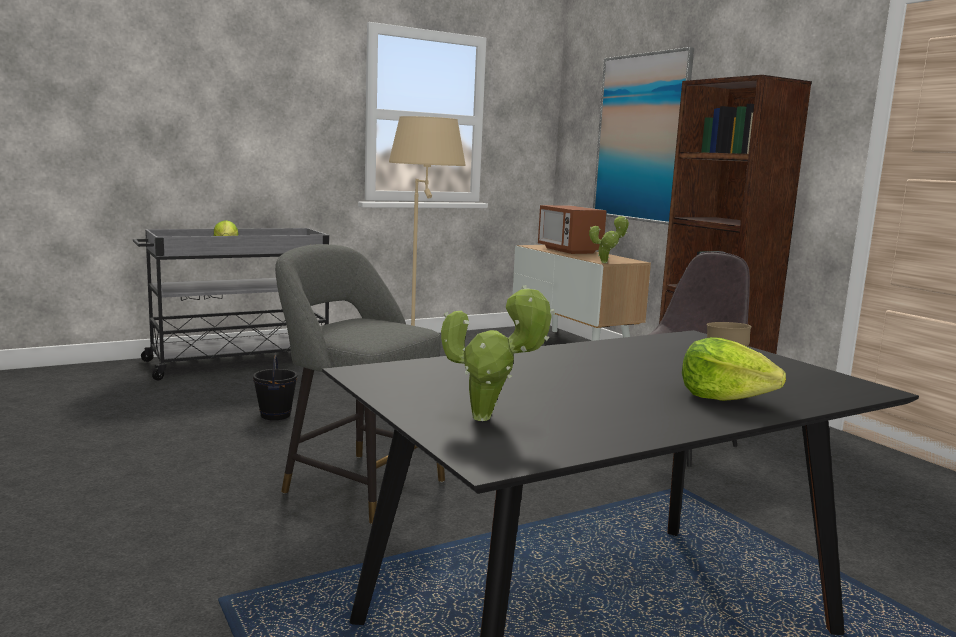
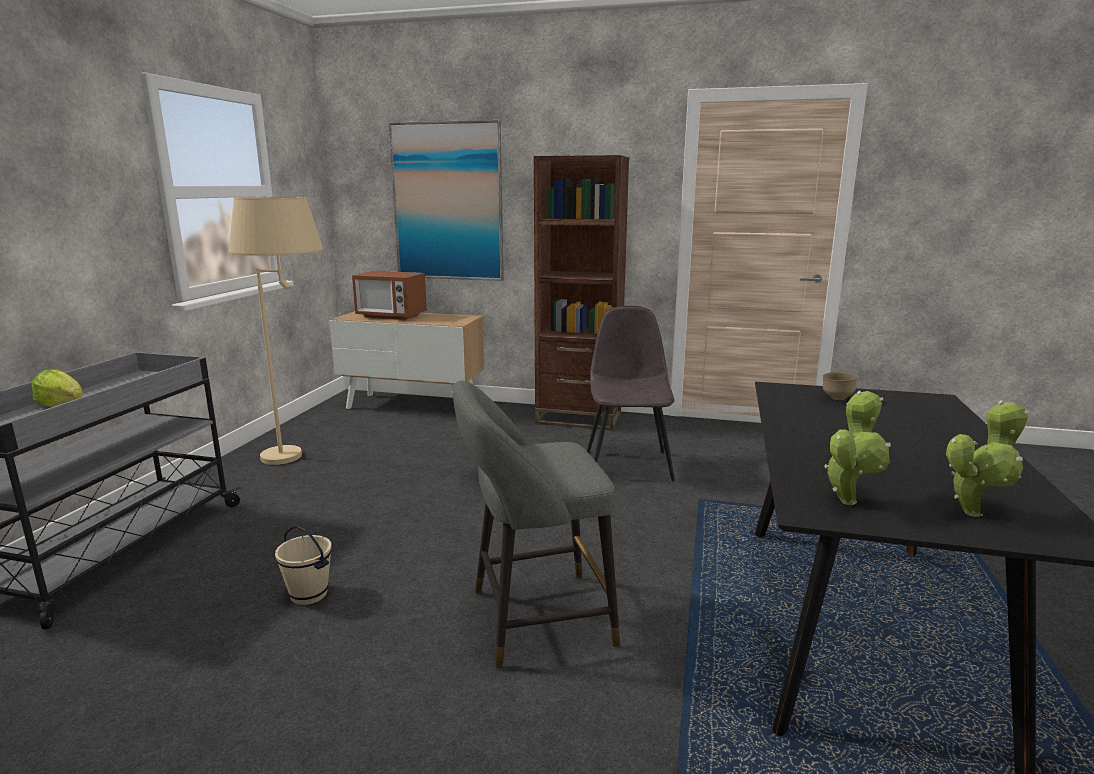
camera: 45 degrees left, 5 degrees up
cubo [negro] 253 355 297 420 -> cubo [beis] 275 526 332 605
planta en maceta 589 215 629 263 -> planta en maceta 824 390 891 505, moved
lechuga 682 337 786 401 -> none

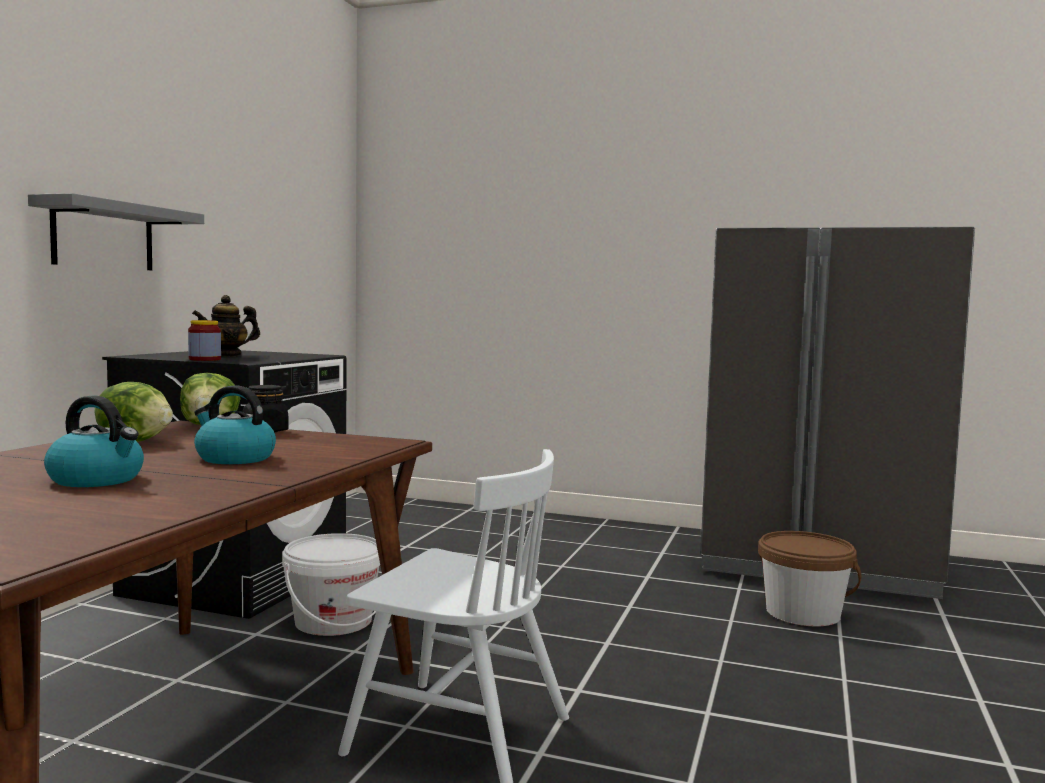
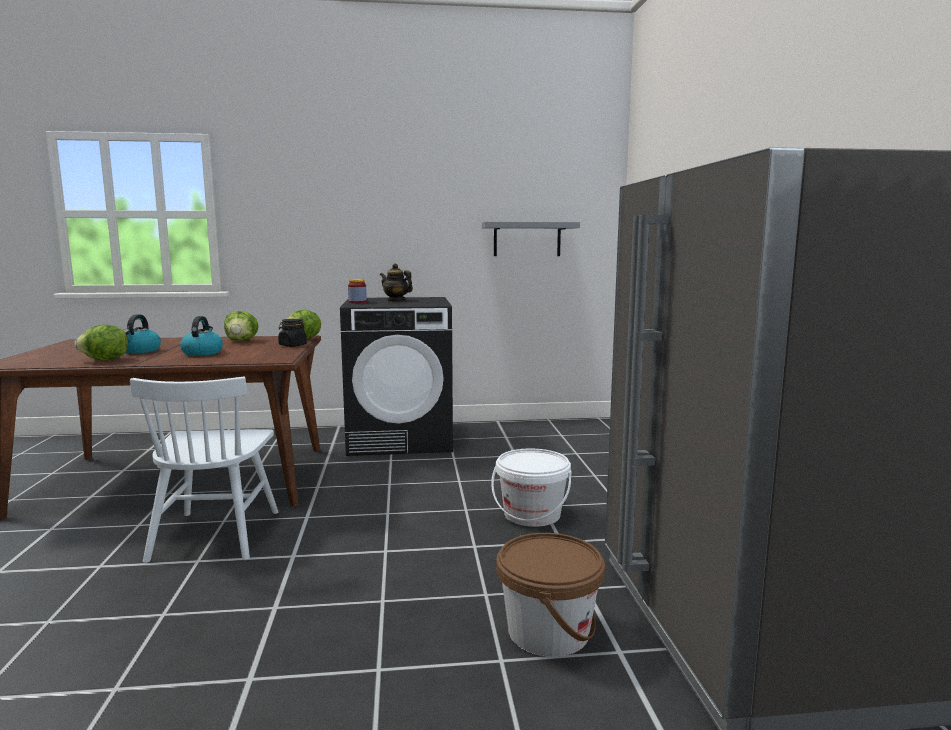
camera: 65 degrees right, 5 degrees up
none -> lechuga 75 325 128 361
estante [gris] 28 193 204 270 -> estante [gris] 482 222 580 256, moved
cubo [blanco] 282 533 380 636 -> cubo [blanco] 491 449 571 527, moved

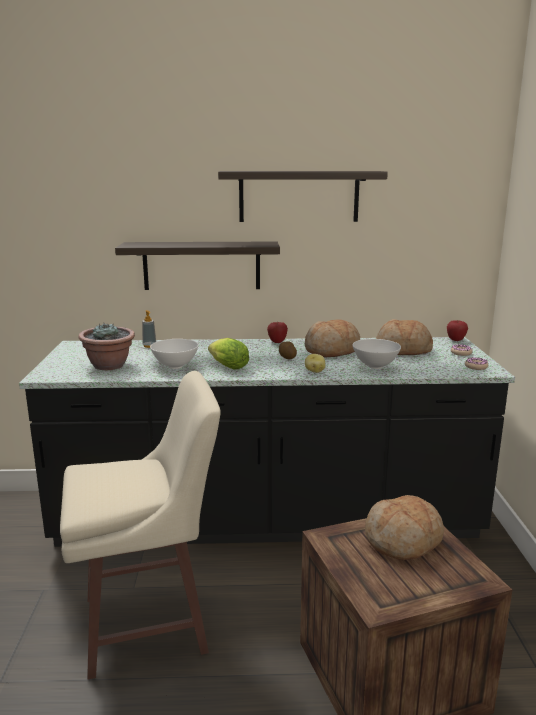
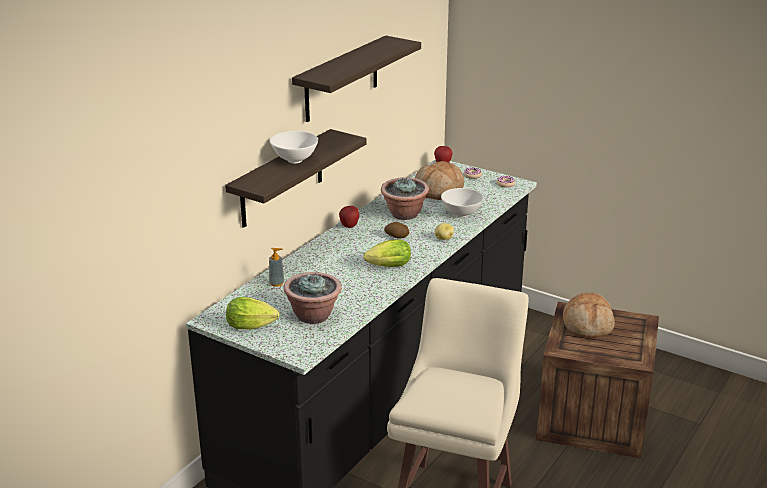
camera: 55 degrees left, 10 degrees up
none -> lechuga 226 297 279 329
cuenco [blanco] 150 339 199 369 -> cuenco [blanco] 270 131 318 164, moved
pan 305 319 360 358 -> planta en maceta 381 177 429 220

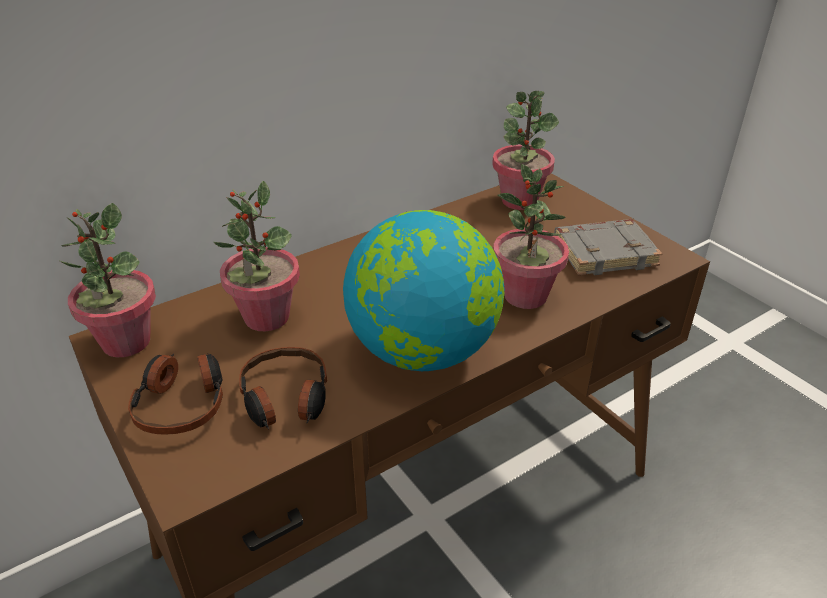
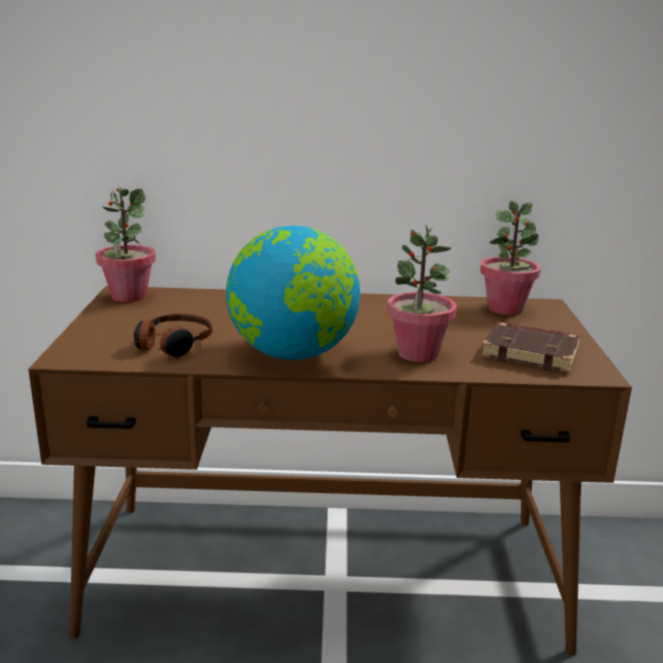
camera: 35 degrees right, 15 degrees down
libro [gris] 554 219 662 275 -> libro [marrón] 481 321 580 373
auriculares 128 353 223 435 -> none
planta en maceta 214 181 300 331 -> none

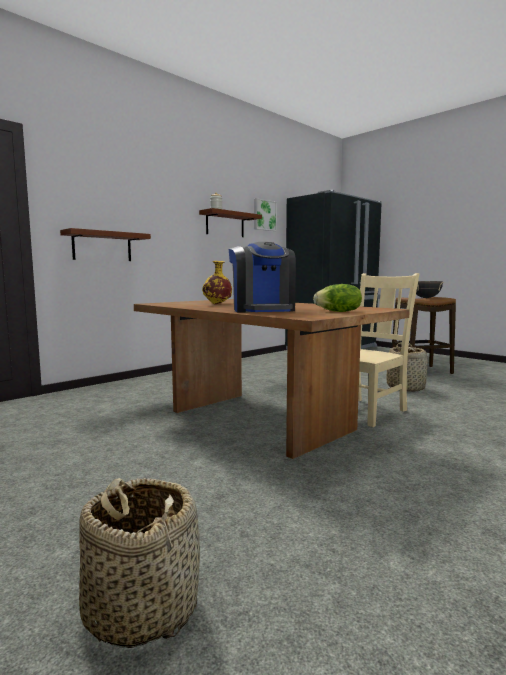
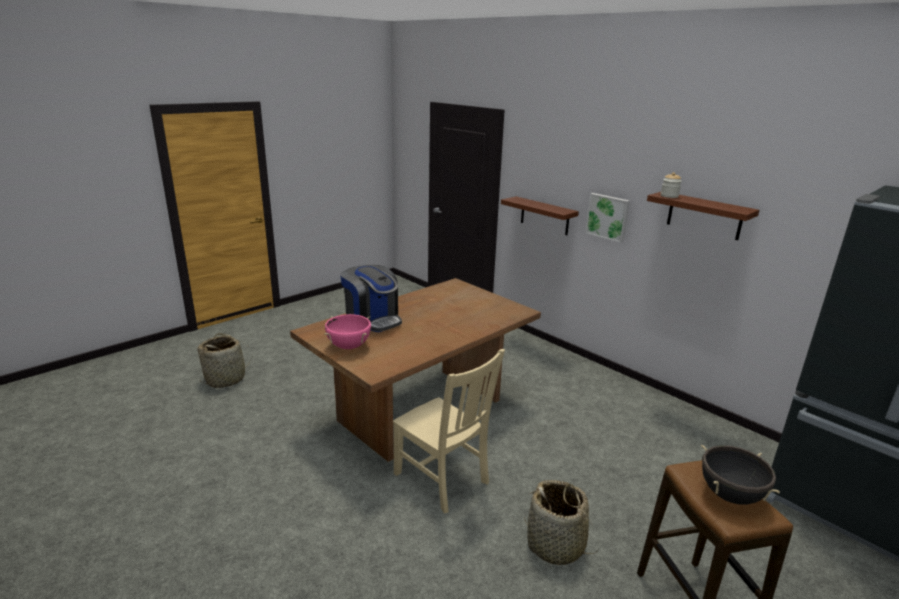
camera: 90 degrees right, 15 degrees up
lechuga 313 284 362 312 -> olla [rosa] 324 314 371 349
cafetera 229 242 296 313 -> cafetera 340 265 402 332, 120 degrees counterclockwise
cuadro 254 198 277 231 -> cuadro 585 193 630 243, moved
florero [amarillo] 202 261 232 304 -> none

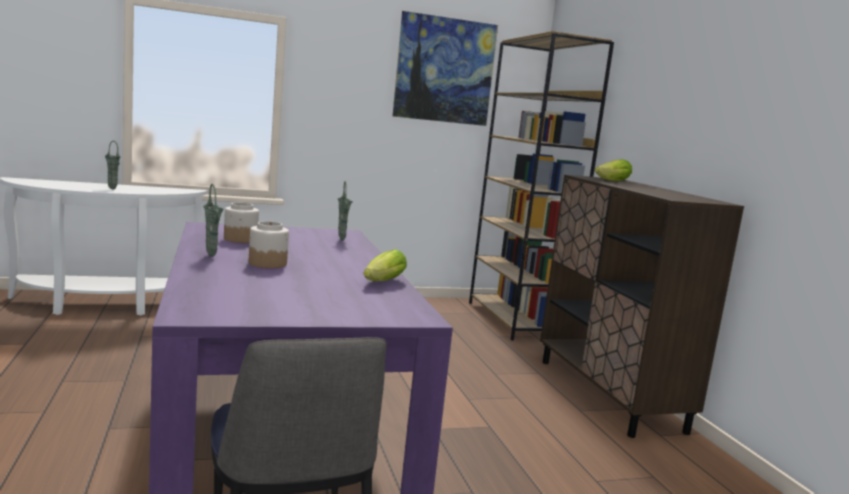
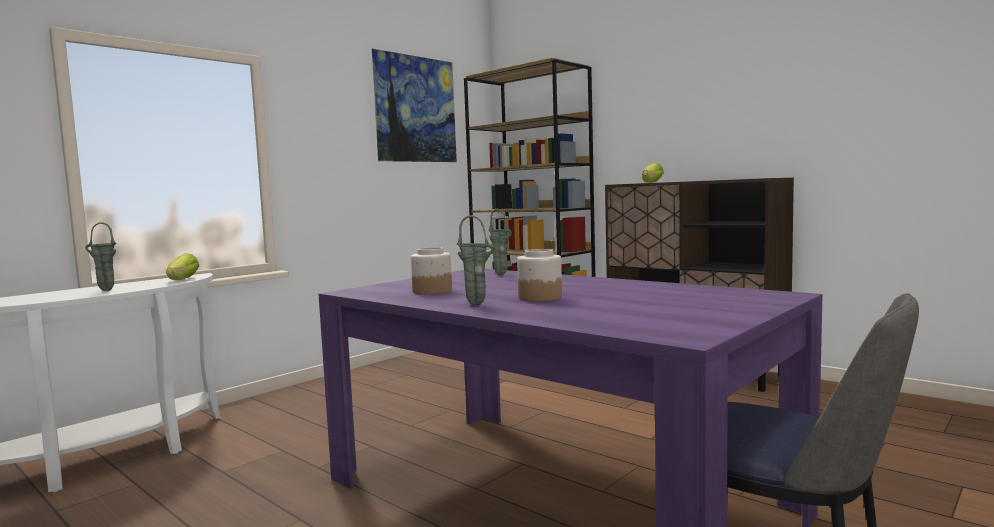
camera: 30 degrees left, 5 degrees down
lechuga 363 249 407 281 -> lechuga 166 253 199 280, moved

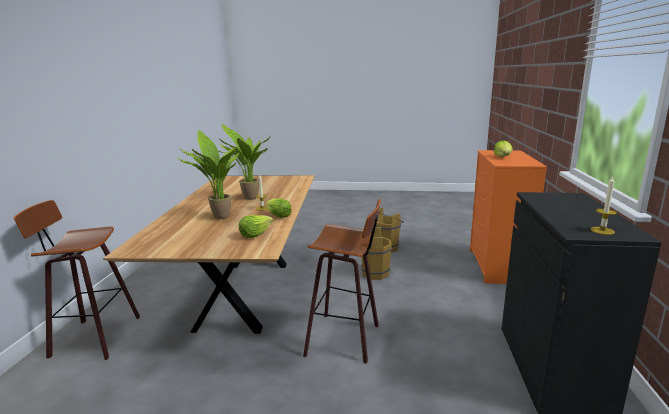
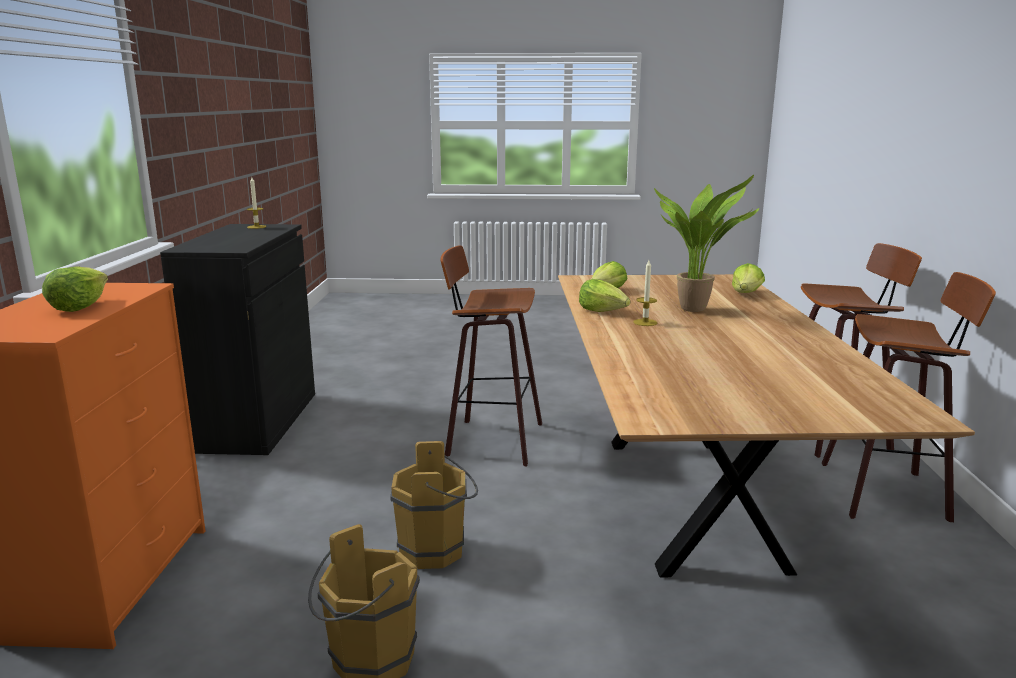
camera: 175 degrees right, 0 degrees up
none -> lechuga 732 263 765 293
none -> taburete 822 272 996 522
planta en maceta 218 124 271 200 -> none

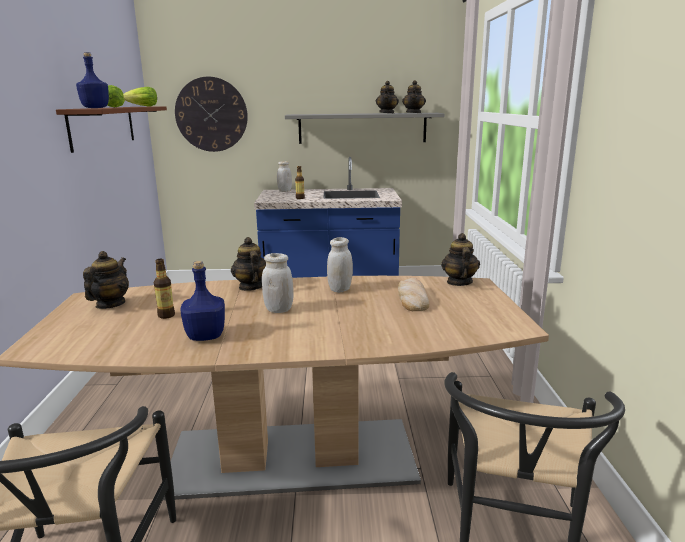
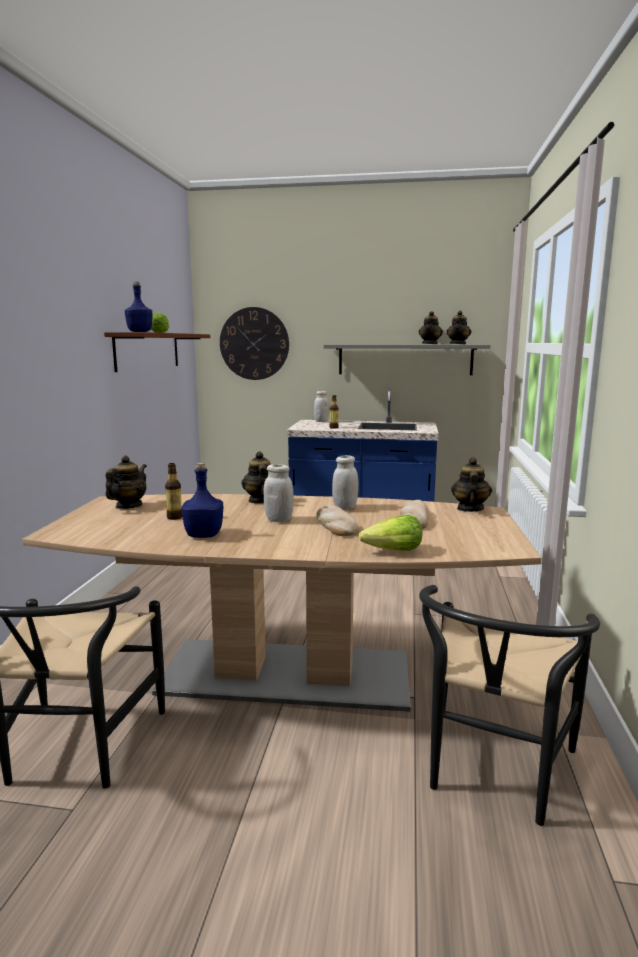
camera: 10 degrees right, 5 degrees down
none -> pan 316 505 359 536
lechuga 123 87 157 106 -> lechuga 359 515 423 551, moved

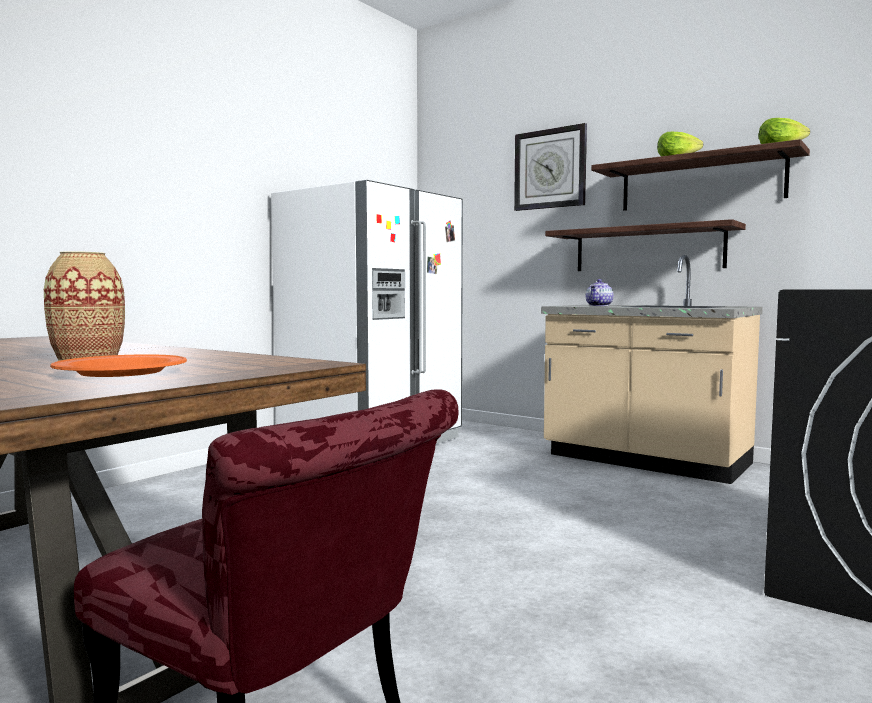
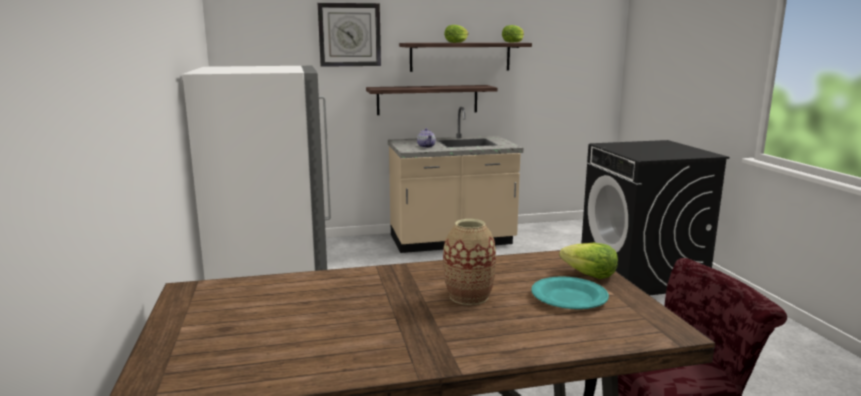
camera: 50 degrees left, 10 degrees up
plato [naranja] 50 354 187 377 -> plato [turquesa] 531 276 609 309
none -> lechuga 559 243 618 279

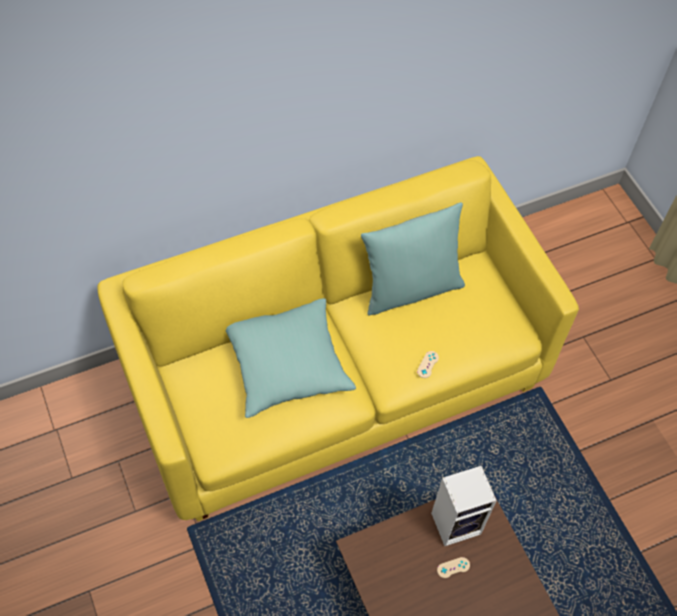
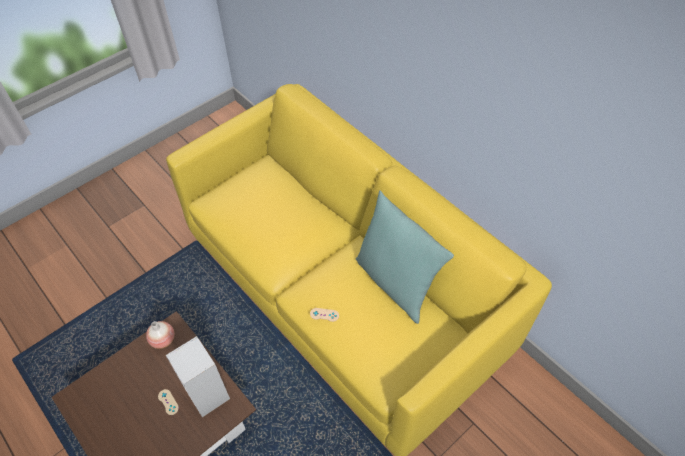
camera: 75 degrees right, 5 degrees down
none -> florero 146 321 175 349
cojín [turquesa] 225 298 356 418 -> none

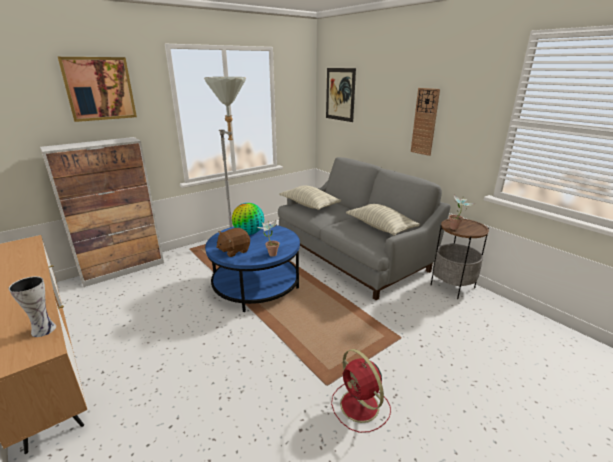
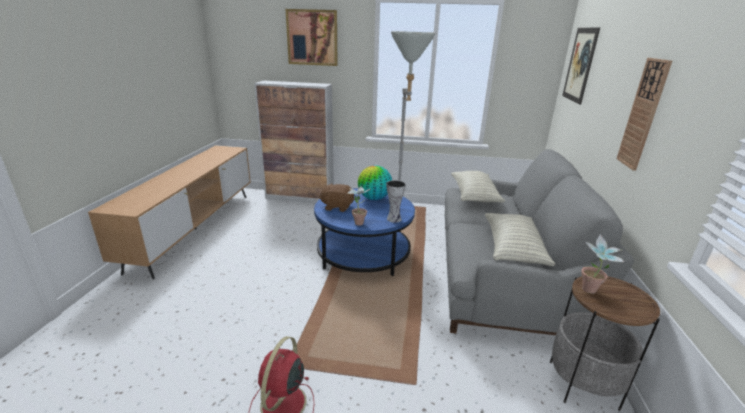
camera: 45 degrees right, 0 degrees up
florero 9 276 56 337 -> florero 387 180 406 223, moved

